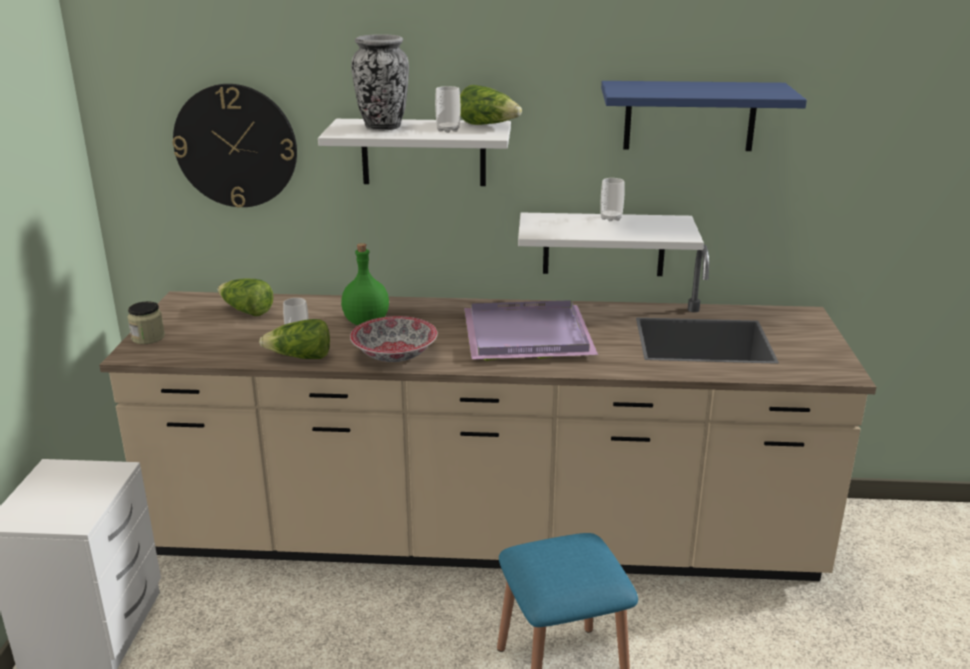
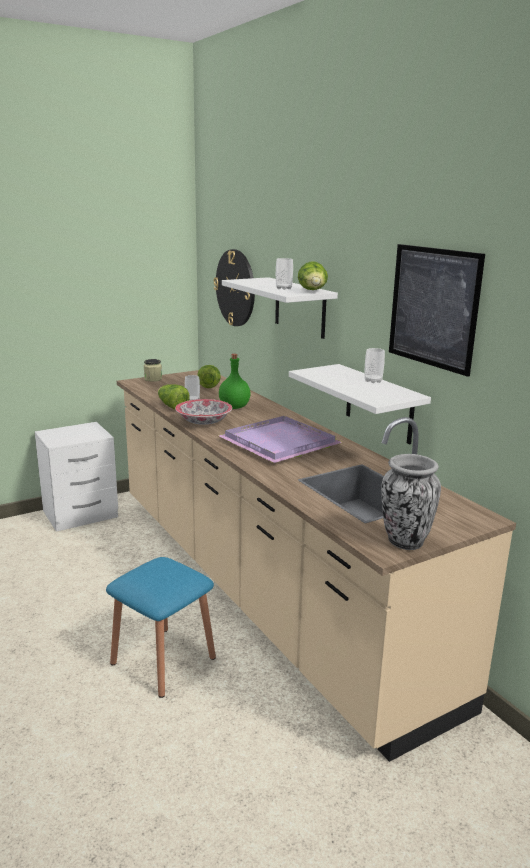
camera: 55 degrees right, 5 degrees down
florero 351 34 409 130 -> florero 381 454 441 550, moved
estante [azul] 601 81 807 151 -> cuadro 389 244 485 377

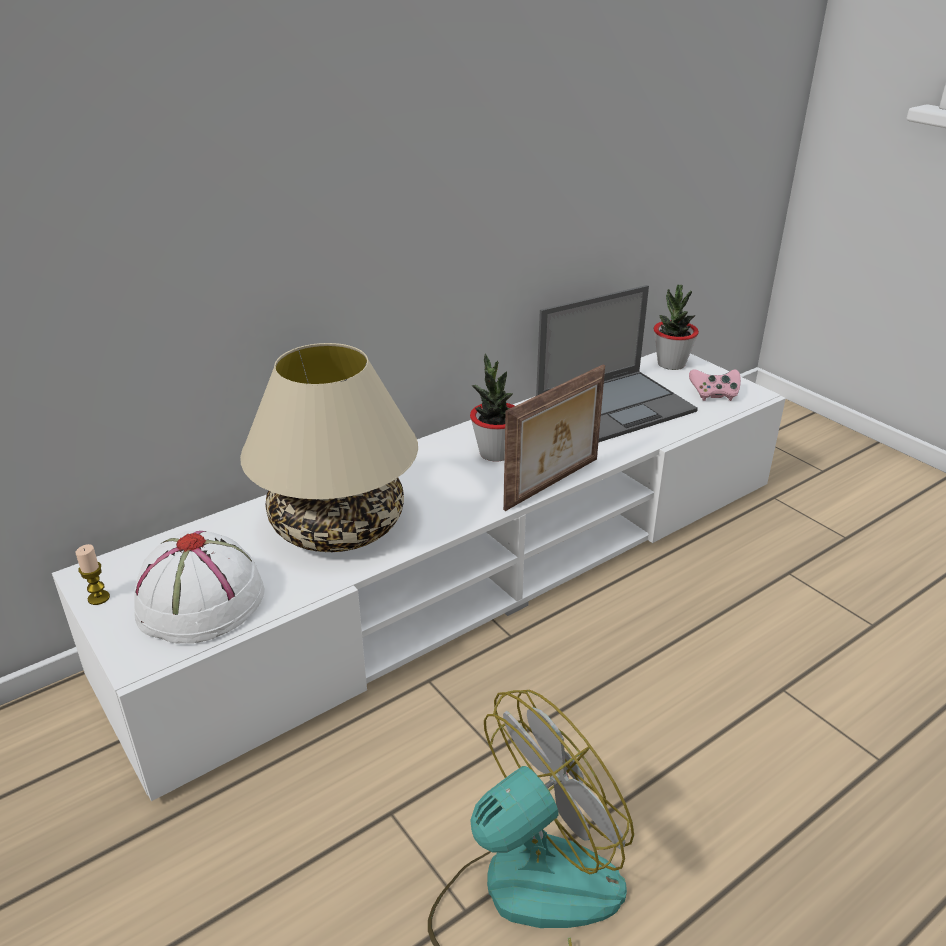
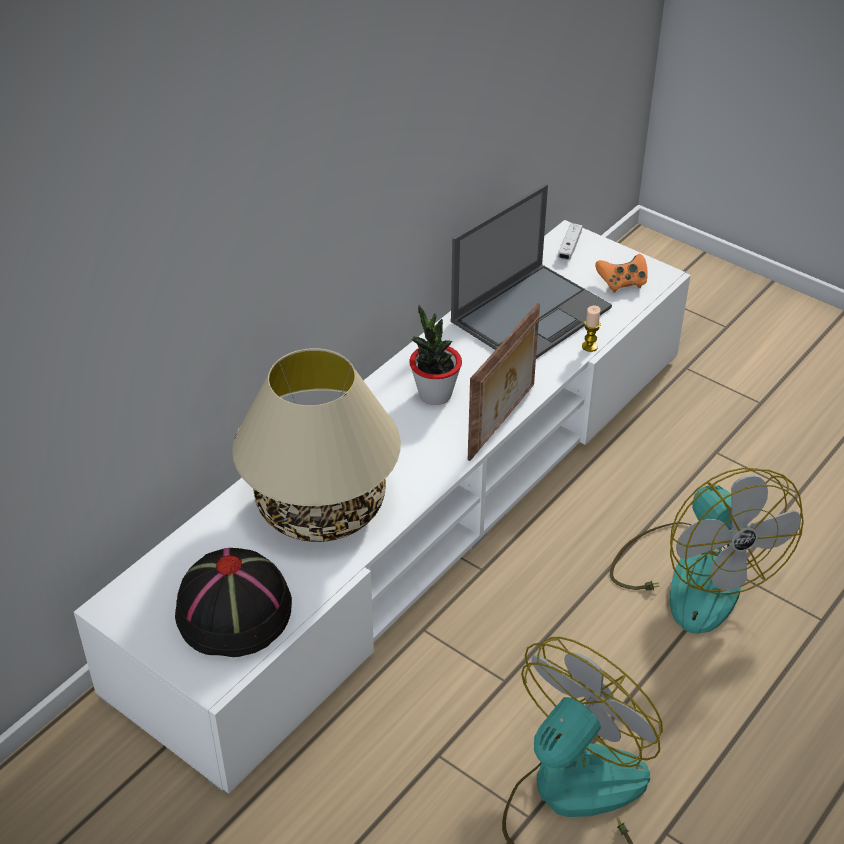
camera: 15 degrees left, 10 degrees up
sombrero [blanco] 134 531 265 644 -> sombrero [negro] 175 548 292 657
planta en maceta 653 285 699 370 -> mando de consola [blanco] 558 223 582 260
vela 76 544 110 605 -> vela 582 306 601 352, moved
mando de consola [rosa] 689 369 741 401 -> mando de consola [naranja] 595 254 648 293
none -> ventilador 610 468 804 634

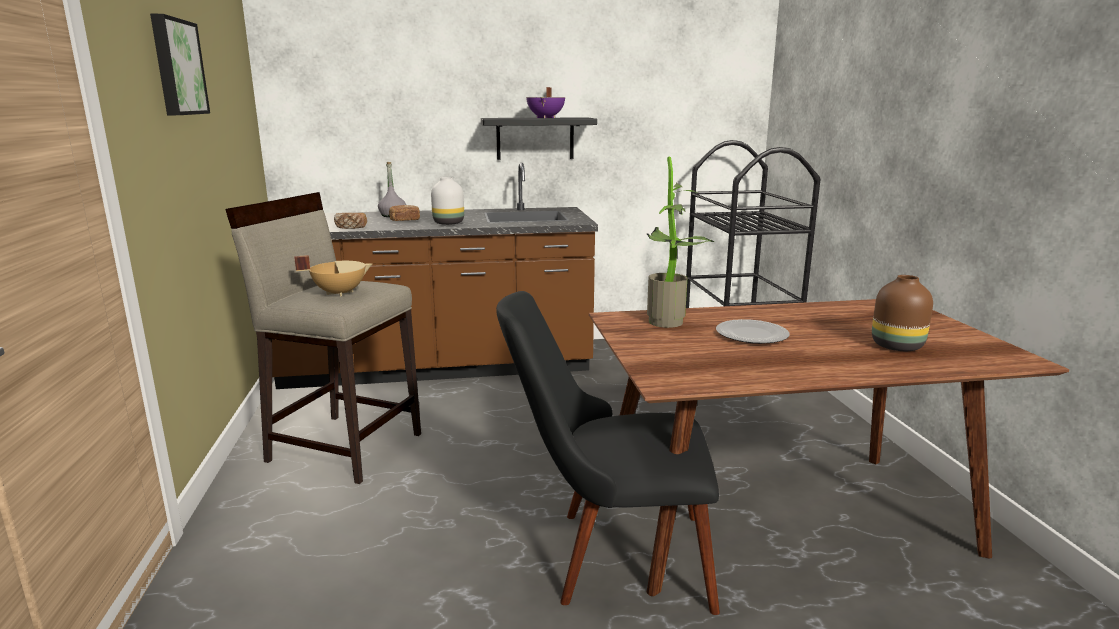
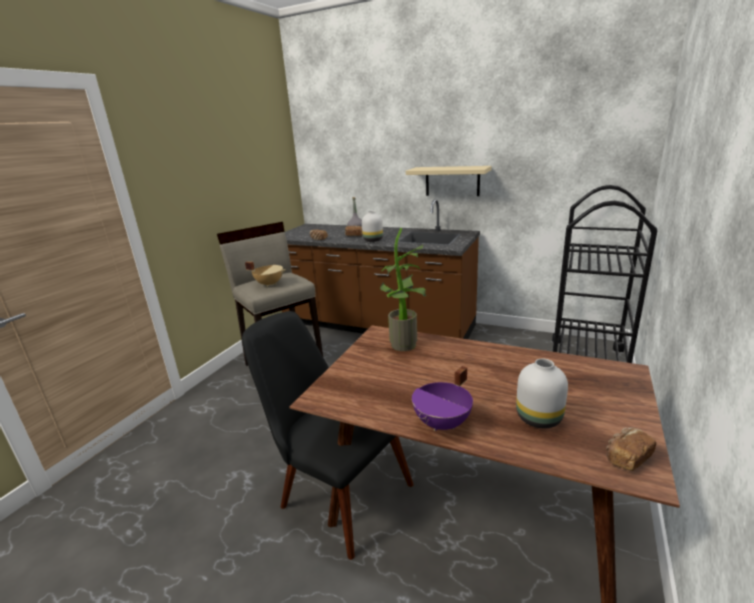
camera: 35 degrees right, 5 degrees up
estante [negro] 481 118 597 160 -> estante [beis] 406 166 492 196
olla [morado] 526 87 566 118 -> olla [morado] 412 366 473 431, moved
florero [marrón] 872 275 933 351 -> florero [blanco] 516 358 568 428
none -> pan 606 427 656 471
cuadro 150 13 210 115 -> none
plato 716 319 790 344 -> none

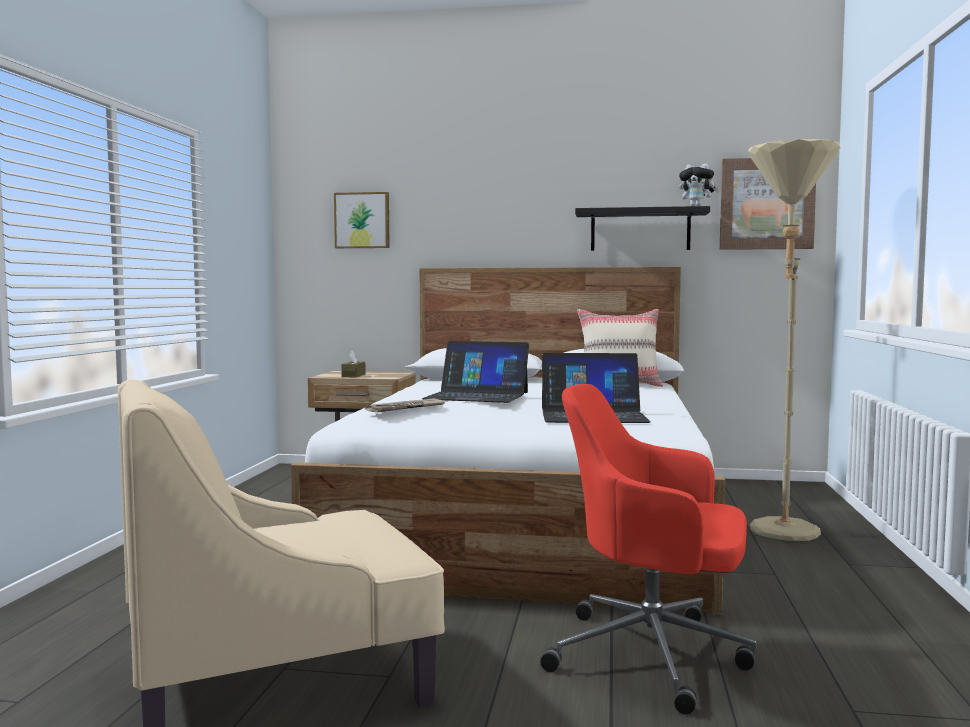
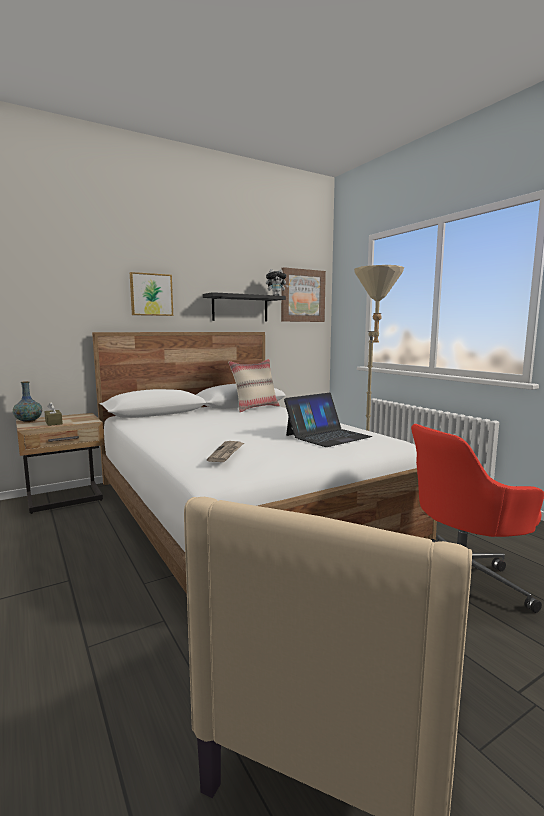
camera: 40 degrees left, 5 degrees up
none -> florero 13 381 42 422
cuadro 334 192 390 248 -> cuadro 130 272 173 316, moved
portátil 422 341 529 403 -> none

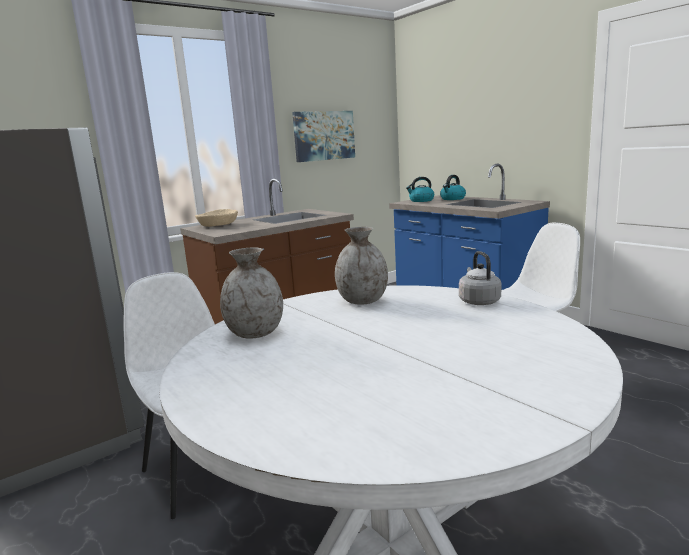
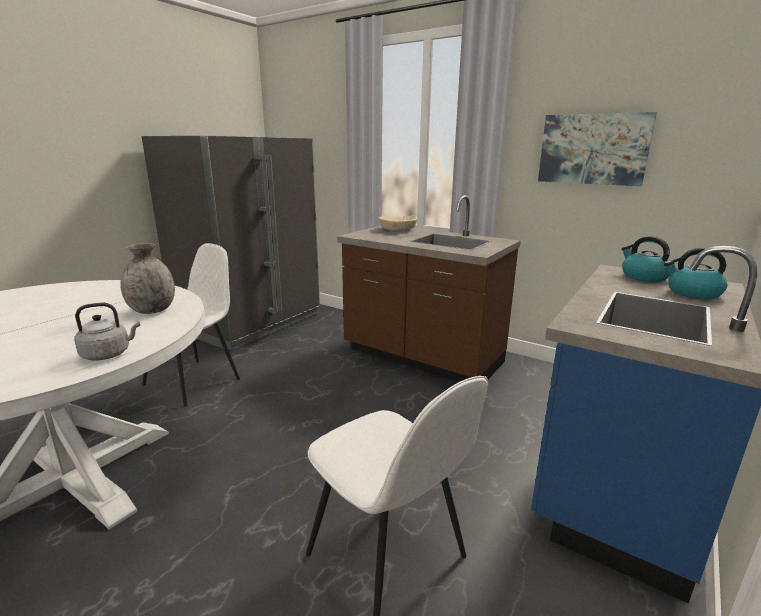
camera: 70 degrees right, 5 degrees up
florero [gris] 220 247 283 339 -> none

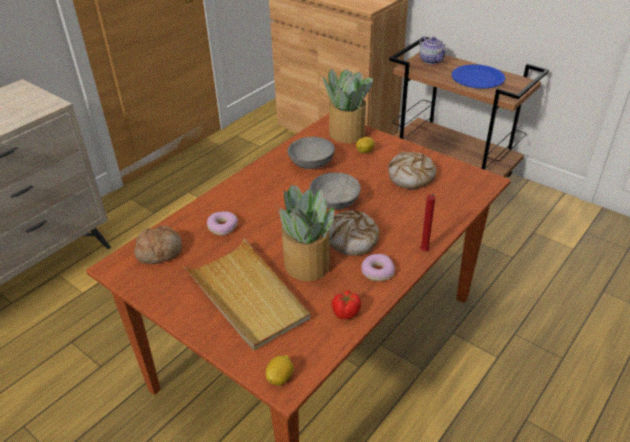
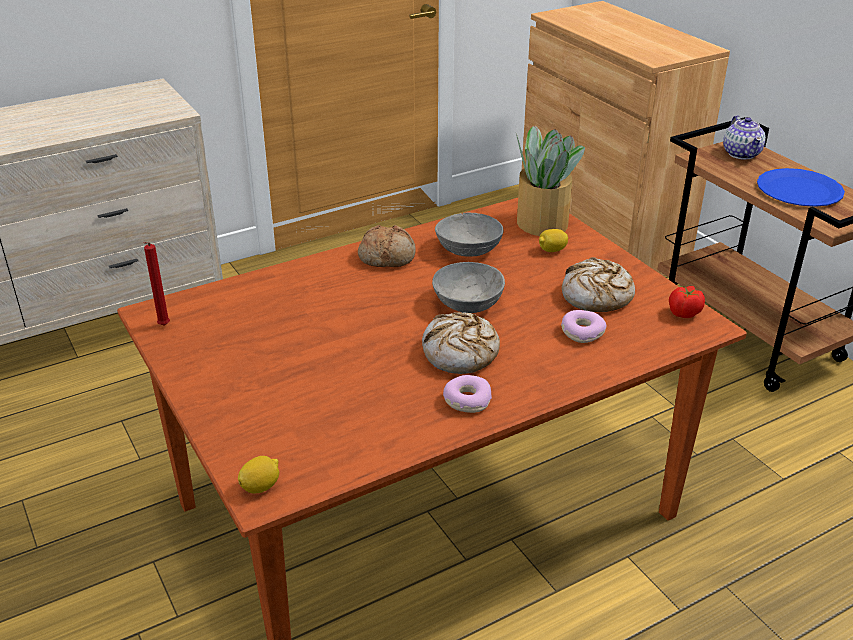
camera: 20 degrees right, 5 degrees down
vela [rojo] 420 194 436 251 -> vela [rojo] 144 242 170 326, moved
pan 134 225 182 264 -> pan 358 225 416 267, moved
rosquilla 207 211 238 236 -> rosquilla 561 310 607 343, moved
tomate 331 290 361 319 -> tomate 669 286 705 318, moved
bandeja [beis] 183 238 310 351 -> none
planta en maceta 272 184 335 281 -> none

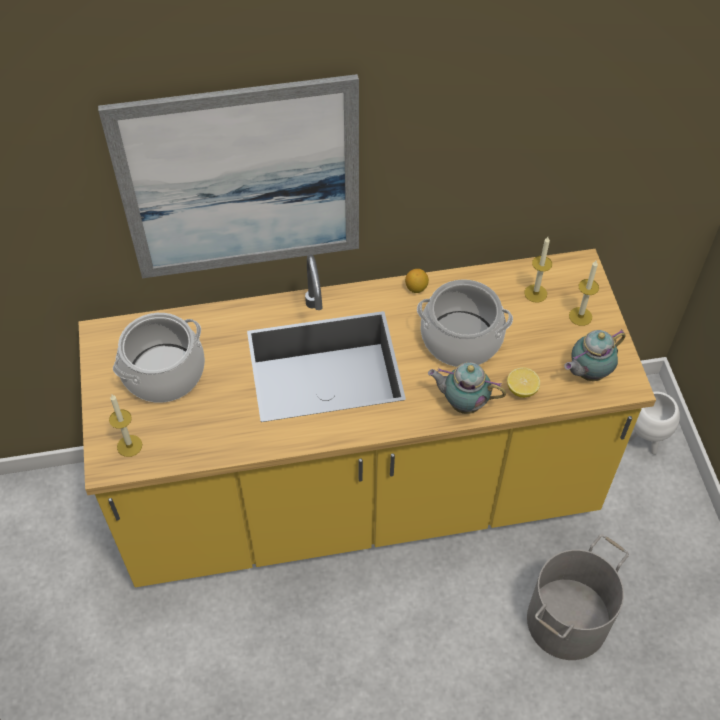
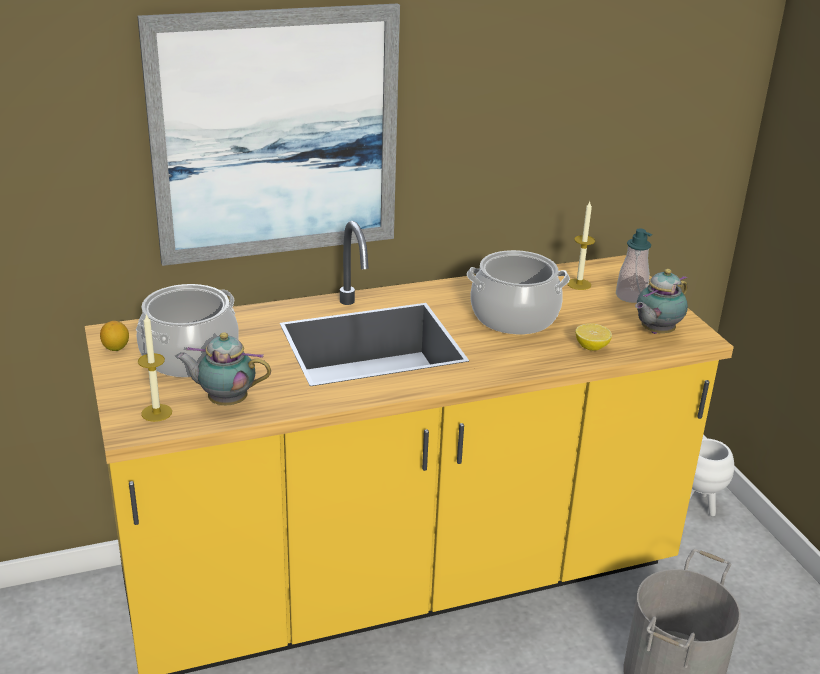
camera: 10 degrees left, 25 degrees down
limón 405 269 429 293 -> limón 100 321 129 351, moved
tetera 428 362 506 414 -> tetera 177 332 271 405, moved
vela 569 261 599 326 -> dispensador de jabón 616 229 652 303

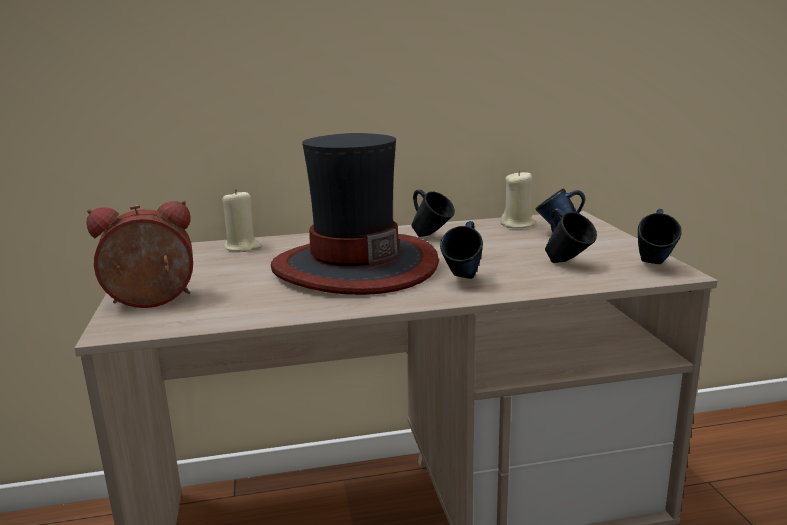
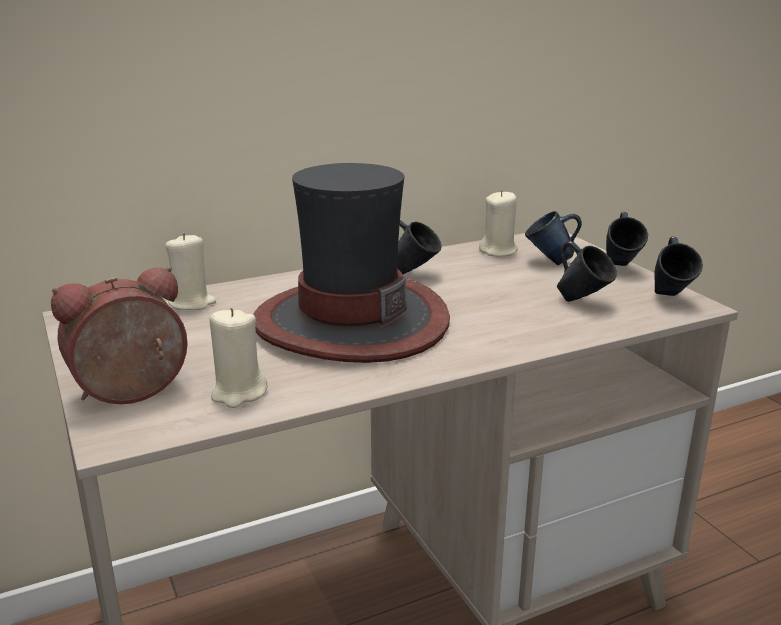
camera: 15 degrees left, 5 degrees up
none -> vela [beis] 209 308 268 408
taza grande [azul] 440 221 483 279 -> taza grande [azul] 606 212 648 266, moved

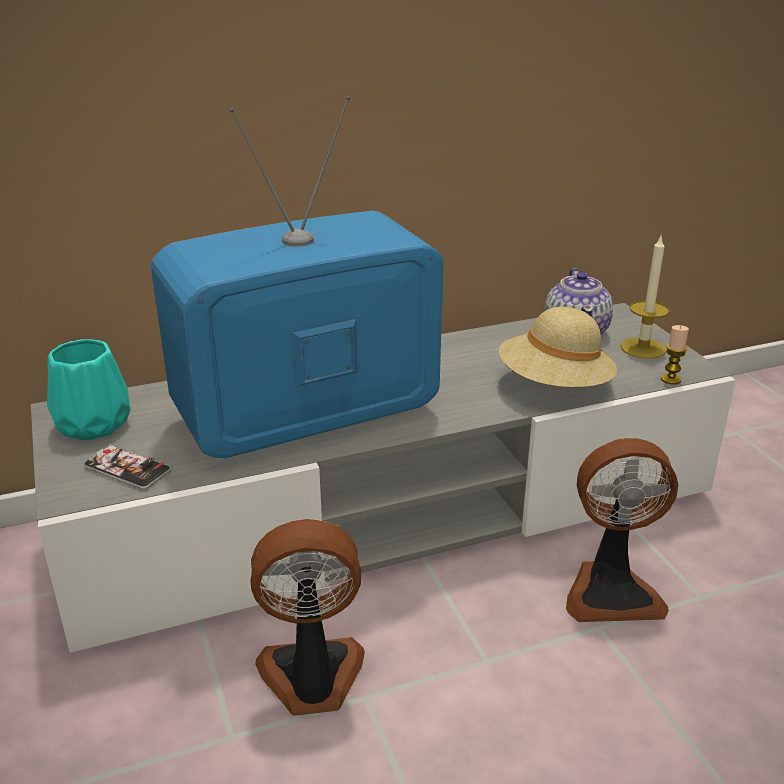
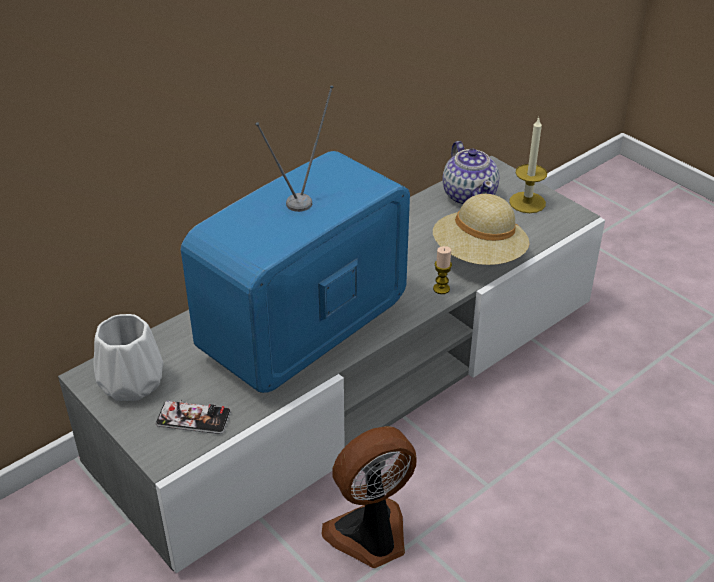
camera: 20 degrees left, 10 degrees up
florero [turquesa] 47 339 130 440 -> florero [blanco] 93 314 163 401
vela 661 325 689 385 -> vela 433 246 452 294, moved
ventilador 566 438 678 622 -> none

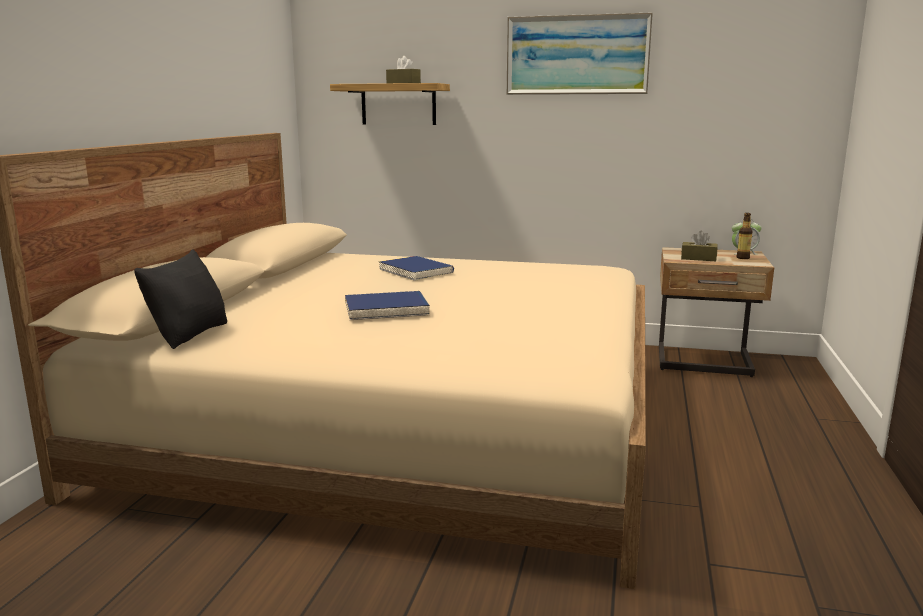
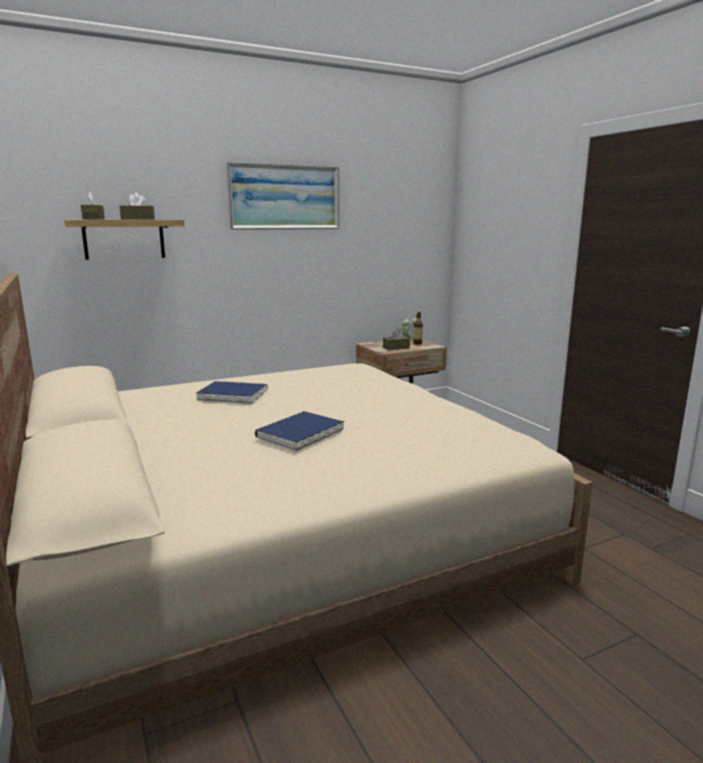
camera: 40 degrees left, 0 degrees up
none -> caja de pañuelos [marrón] 81 192 105 219
cojín [negro] 134 249 227 349 -> none

